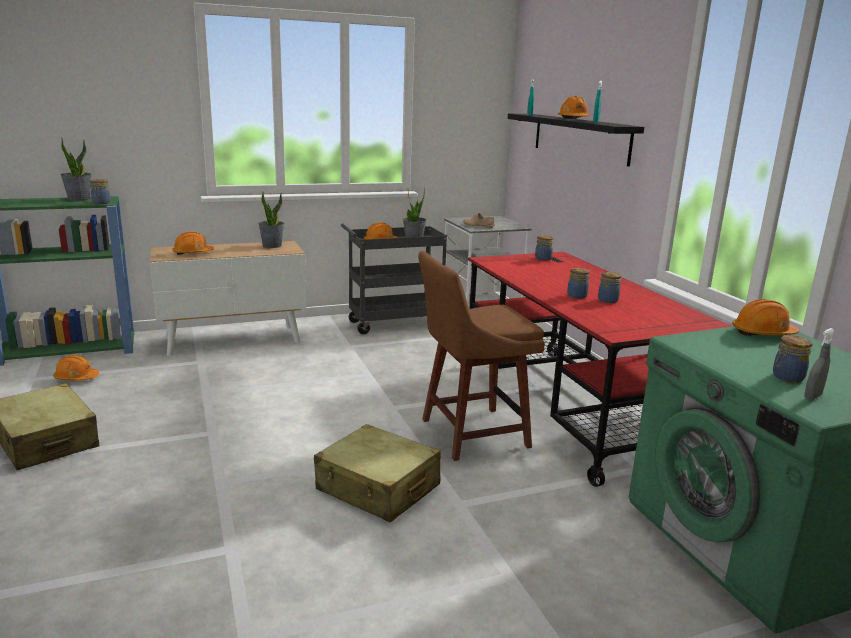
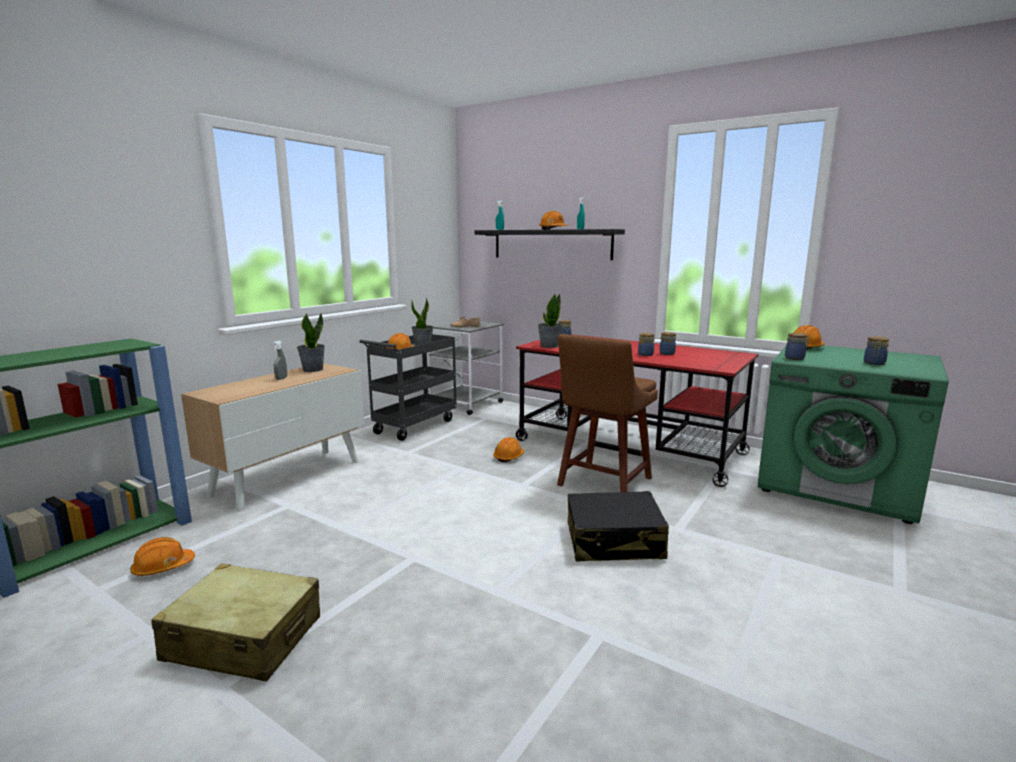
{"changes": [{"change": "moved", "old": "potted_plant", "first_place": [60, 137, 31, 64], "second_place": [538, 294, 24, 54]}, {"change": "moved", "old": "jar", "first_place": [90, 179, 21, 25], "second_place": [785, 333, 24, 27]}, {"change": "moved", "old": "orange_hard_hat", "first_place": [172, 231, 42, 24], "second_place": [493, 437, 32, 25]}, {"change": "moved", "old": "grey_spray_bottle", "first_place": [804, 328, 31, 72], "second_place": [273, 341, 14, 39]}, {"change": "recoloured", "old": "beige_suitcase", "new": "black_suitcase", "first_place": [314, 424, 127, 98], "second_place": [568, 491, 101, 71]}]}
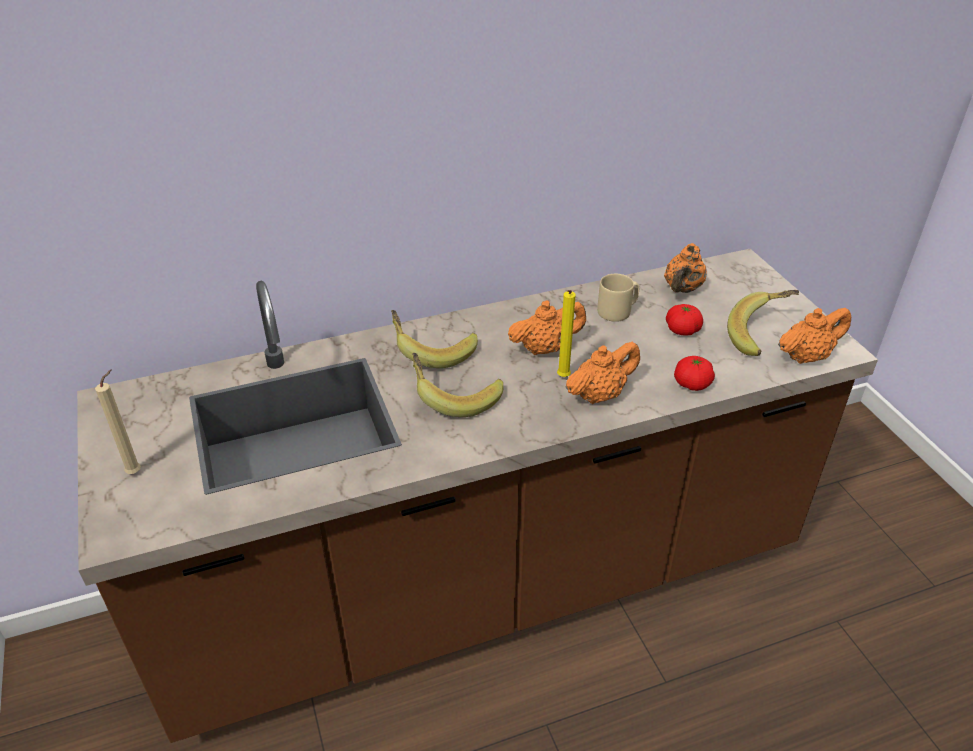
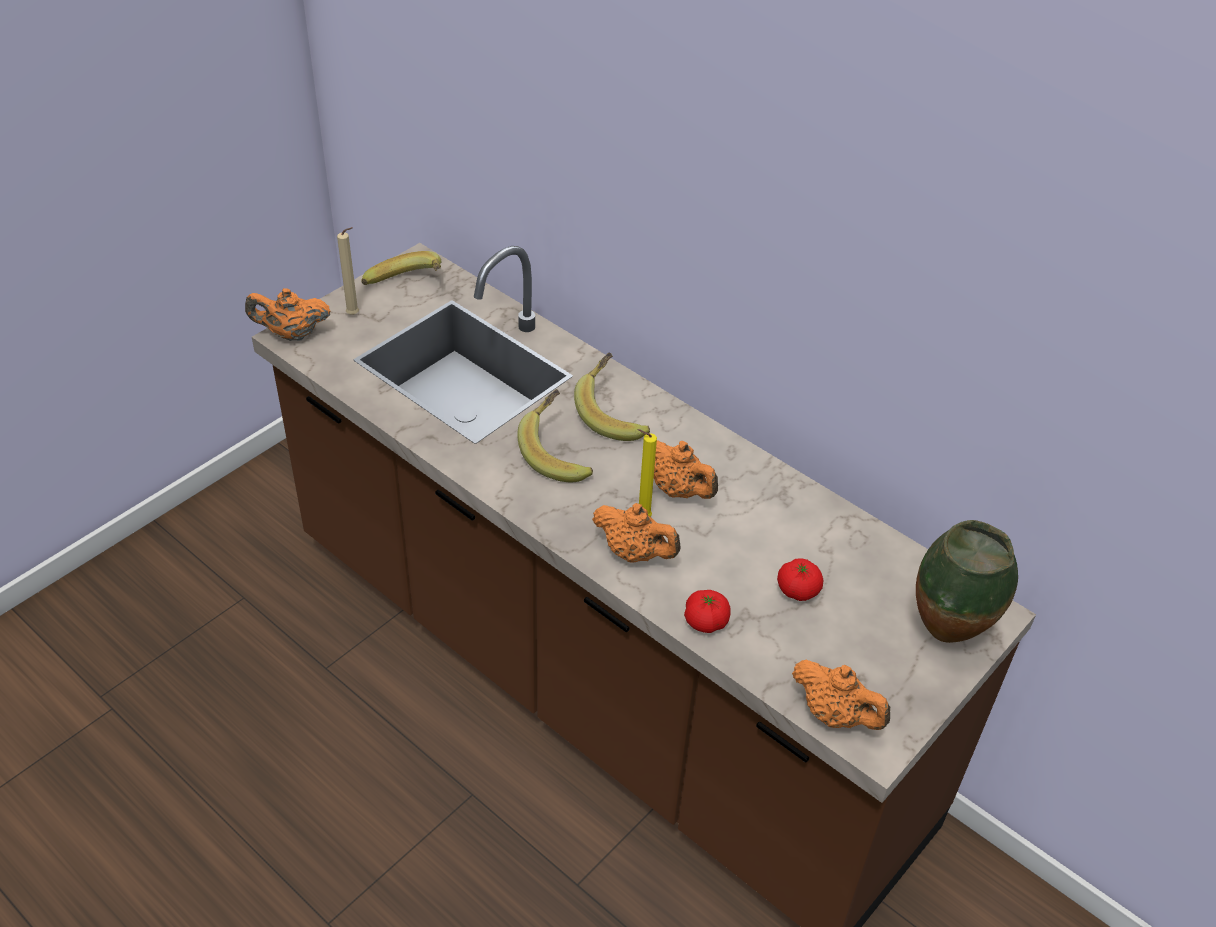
{"changes": [{"change": "removed", "old": "beige_mug", "first_place": [597, 274, 42, 48]}, {"change": "added", "new": "vase", "second_place": [916, 520, 102, 123]}, {"change": "moved", "old": "orange_teapot", "first_place": [664, 243, 43, 50], "second_place": [245, 288, 85, 53]}, {"change": "moved", "old": "banana", "first_place": [727, 290, 72, 66], "second_place": [361, 251, 81, 34]}]}
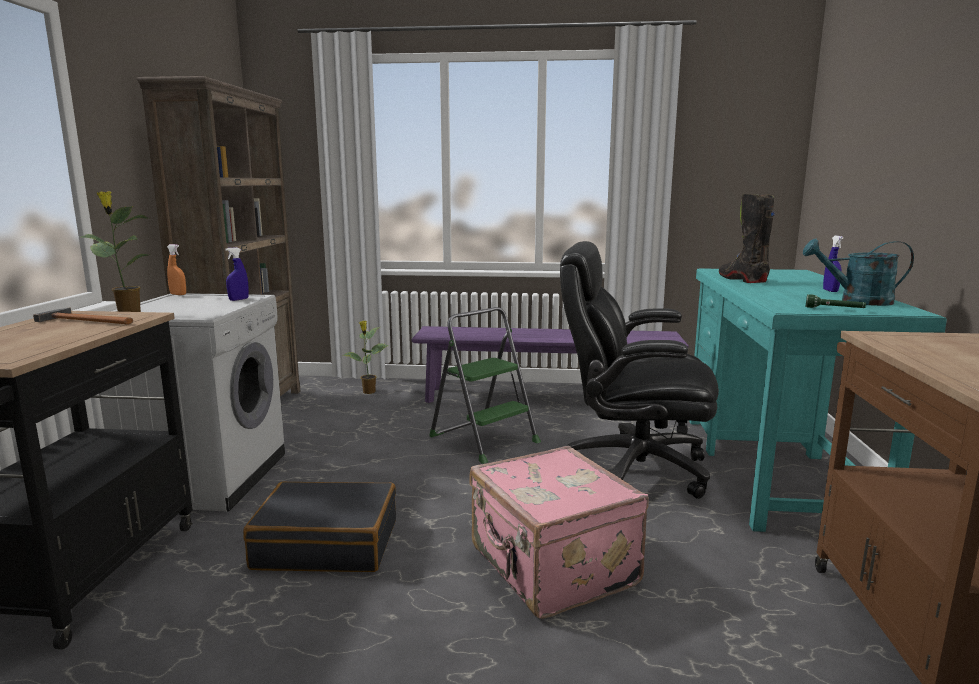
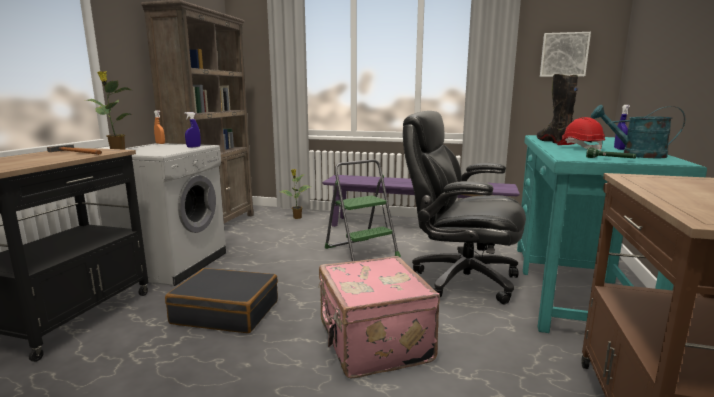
{"changes": [{"change": "added", "new": "picture", "second_place": [540, 32, 51, 45]}, {"change": "added", "new": "red_hard_hat", "second_place": [557, 117, 48, 34]}]}
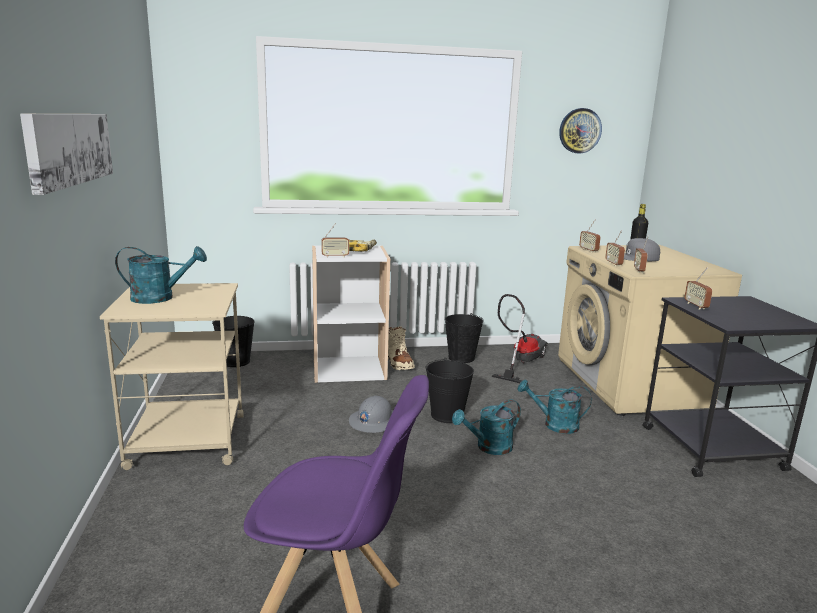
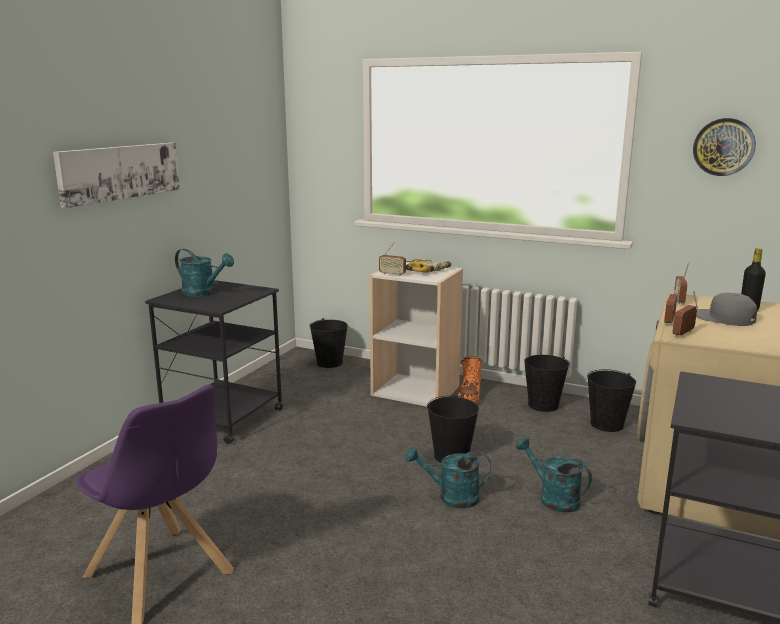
{"changes": [{"change": "removed", "old": "grey_hard_hat", "first_place": [349, 396, 44, 37]}, {"change": "removed", "old": "radio", "first_place": [685, 268, 27, 41]}, {"change": "replaced", "old": "vacuum_cleaner", "new": "black_bucket", "first_place": [491, 294, 57, 89], "second_place": [587, 369, 49, 63]}, {"change": "recoloured", "old": "beige_cart", "new": "black_cart", "first_place": [100, 283, 144, 187], "second_place": [145, 280, 138, 164]}, {"change": "recoloured", "old": "beige_boot", "new": "orange_boot", "first_place": [388, 326, 27, 44], "second_place": [458, 356, 25, 47]}]}
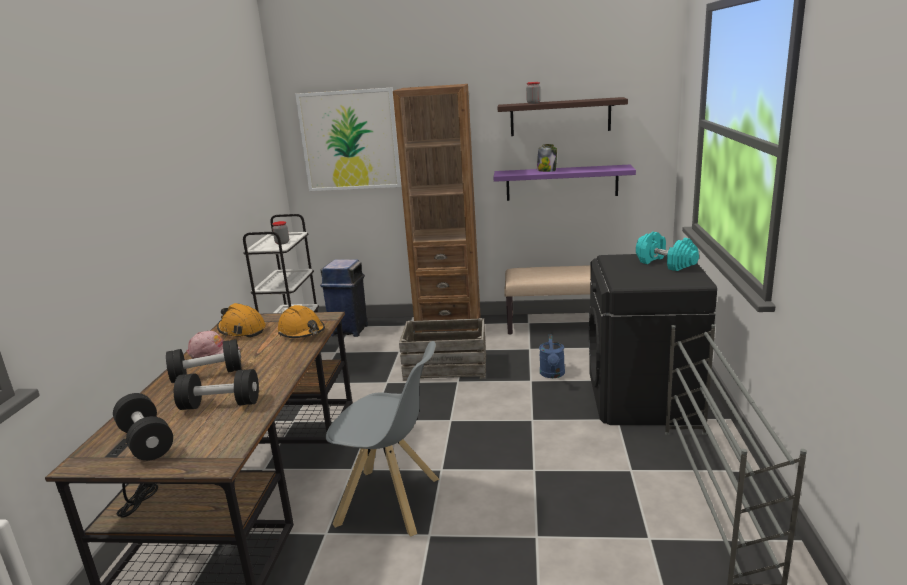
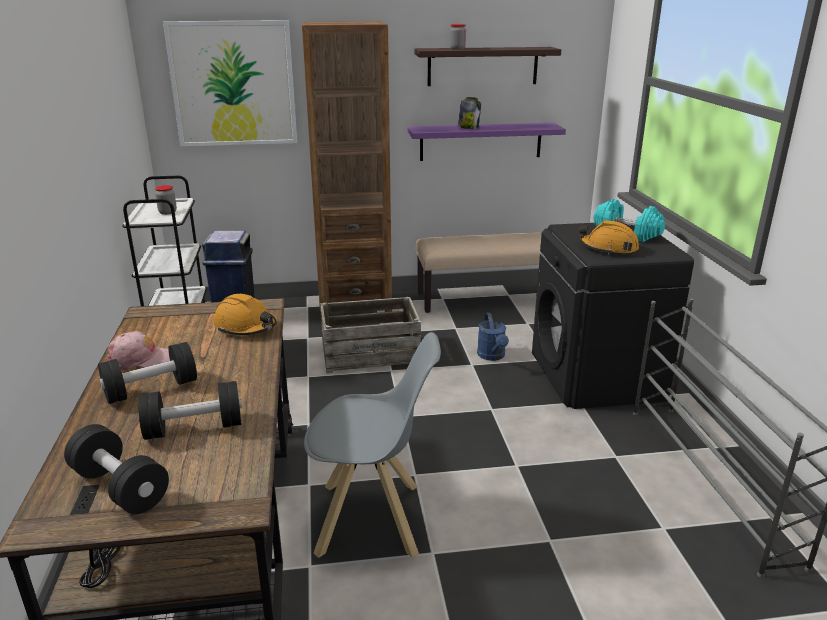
{"changes": [{"change": "moved", "old": "orange_hard_hat", "first_place": [217, 303, 49, 35], "second_place": [579, 220, 60, 35]}]}
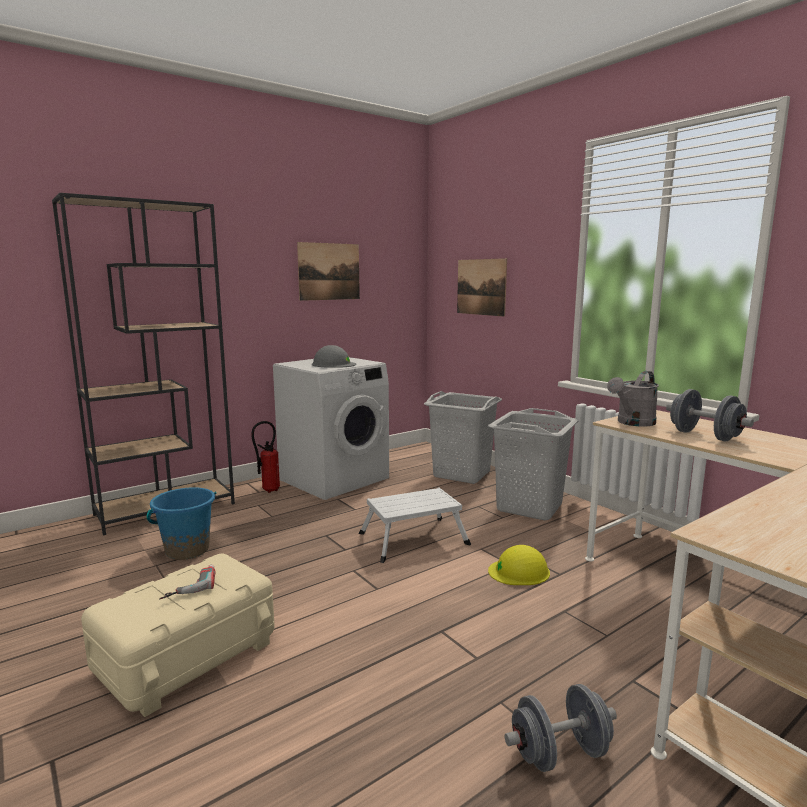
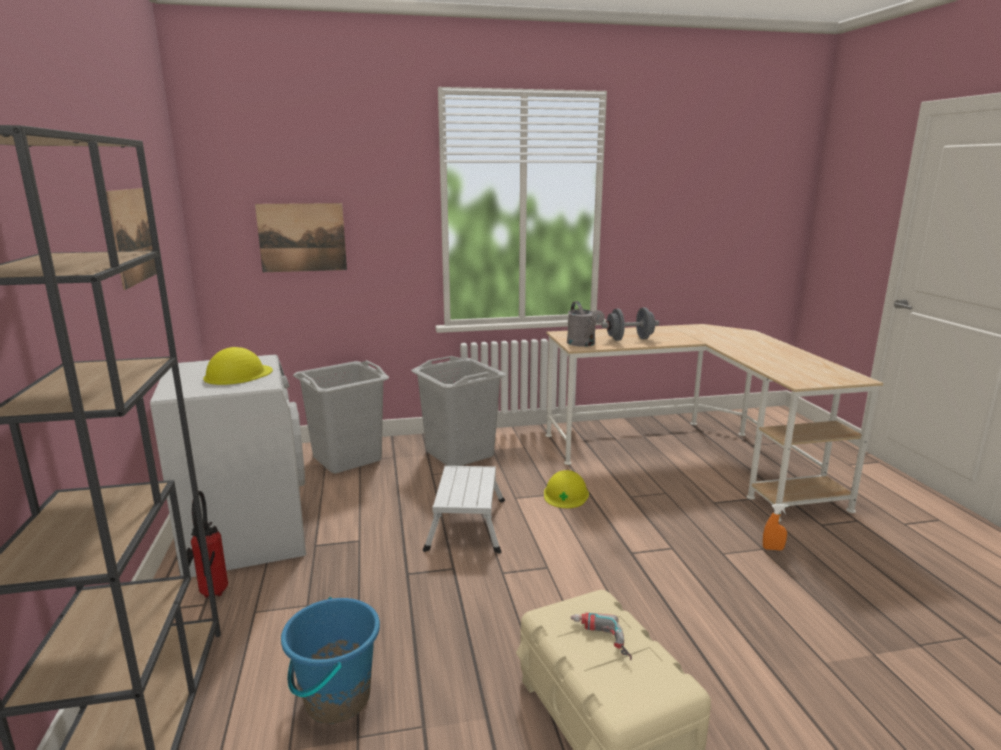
{"changes": [{"change": "replaced", "old": "grey_dumbbell", "new": "orange_spray_bottle", "first_place": [505, 684, 112, 88], "second_place": [763, 504, 26, 46]}, {"change": "recoloured", "old": "grey_hard_hat", "new": "yellow_hard_hat", "first_place": [312, 345, 44, 23], "second_place": [204, 347, 69, 38]}]}
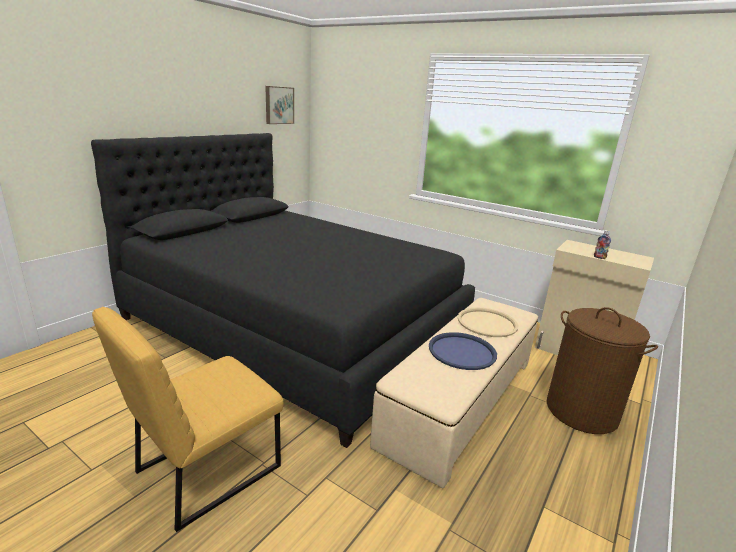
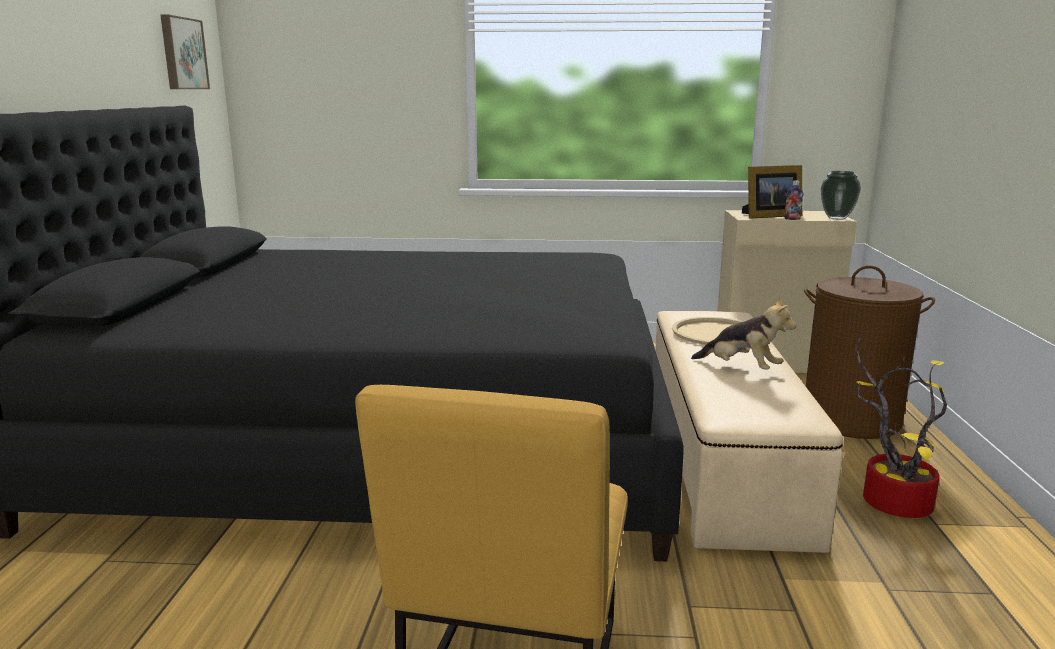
{"changes": [{"change": "added", "new": "picture_frame", "second_place": [742, 165, 60, 54]}, {"change": "added", "new": "vase", "second_place": [821, 171, 40, 49]}, {"change": "added", "new": "potted_plant", "second_place": [856, 333, 91, 185]}, {"change": "replaced", "old": "blue_tray", "new": "plush_toy", "first_place": [429, 332, 68, 38], "second_place": [691, 297, 105, 73]}]}
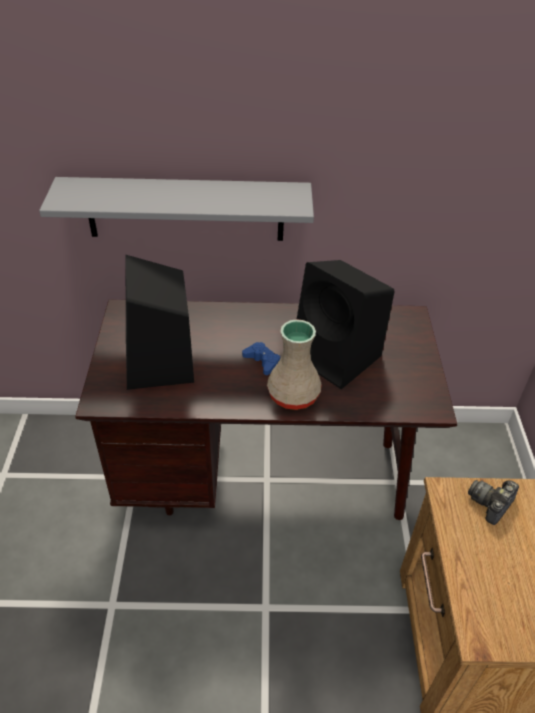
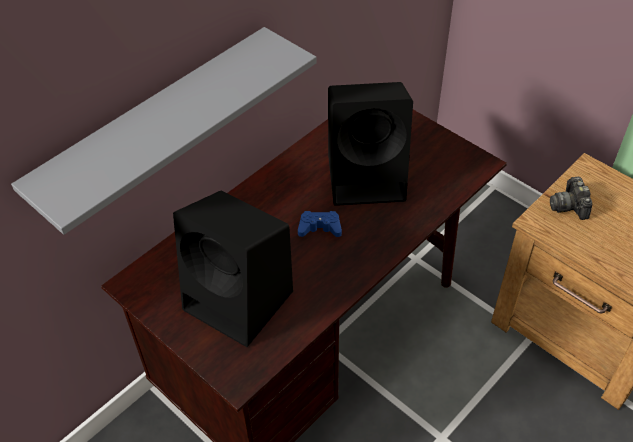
{"changes": [{"change": "removed", "old": "beige_vase", "first_place": [267, 319, 55, 91]}]}
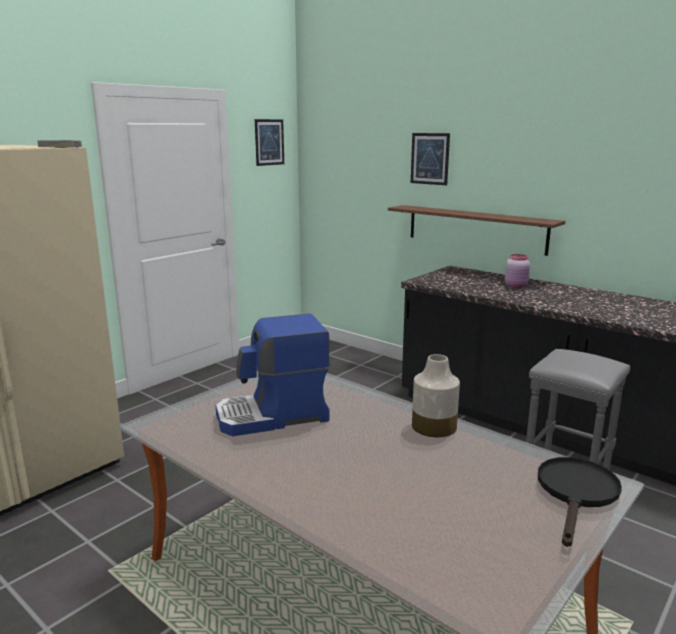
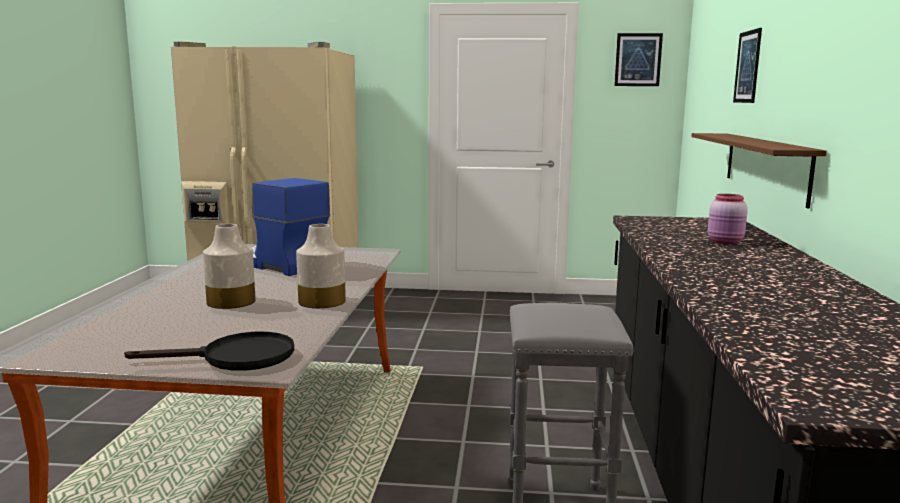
{"changes": [{"change": "added", "new": "beige_vase", "second_place": [203, 224, 53, 85]}]}
